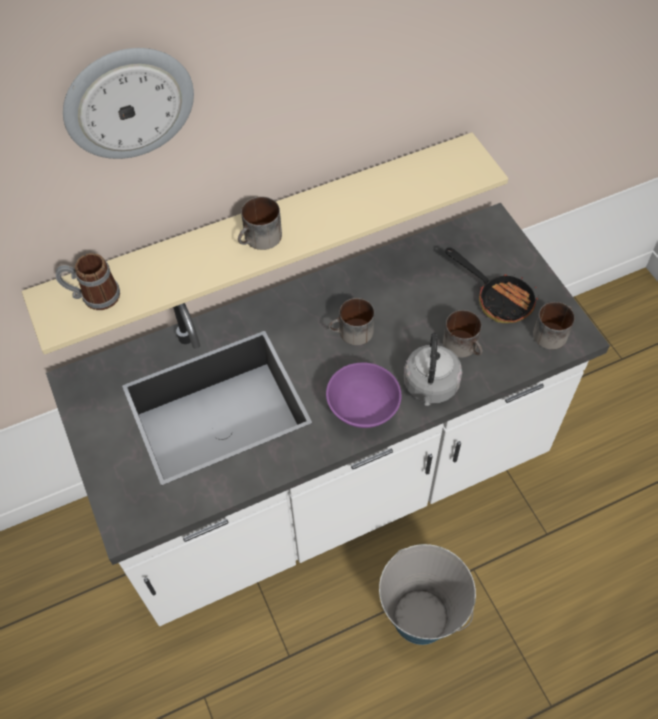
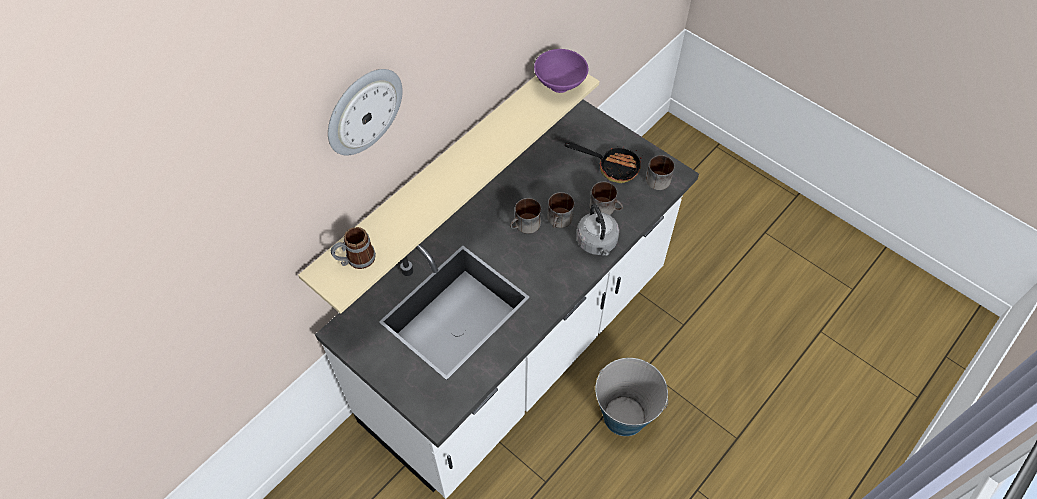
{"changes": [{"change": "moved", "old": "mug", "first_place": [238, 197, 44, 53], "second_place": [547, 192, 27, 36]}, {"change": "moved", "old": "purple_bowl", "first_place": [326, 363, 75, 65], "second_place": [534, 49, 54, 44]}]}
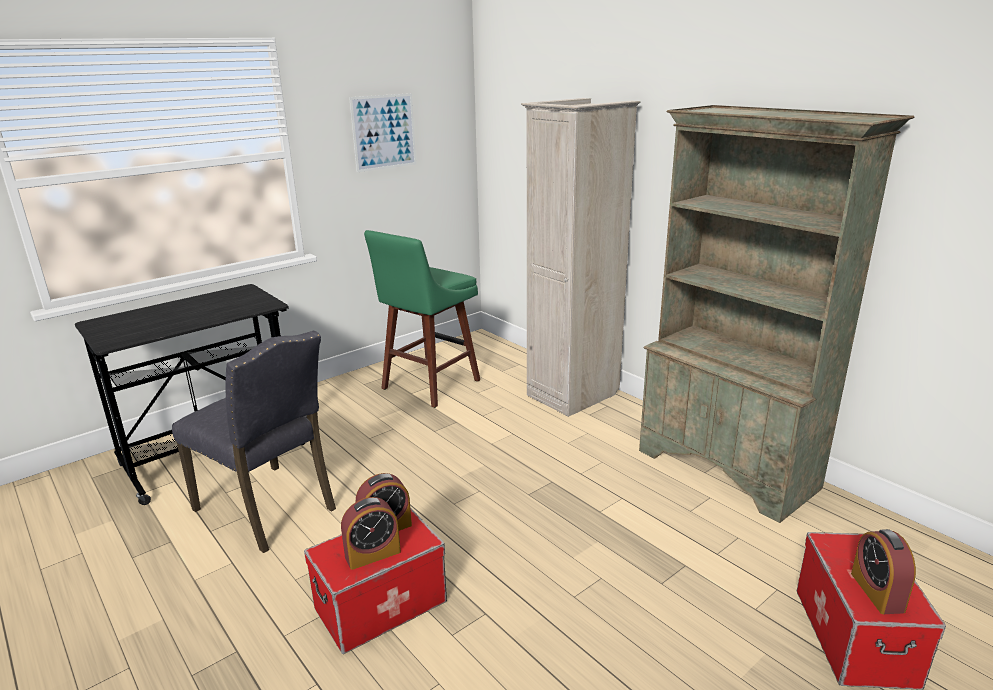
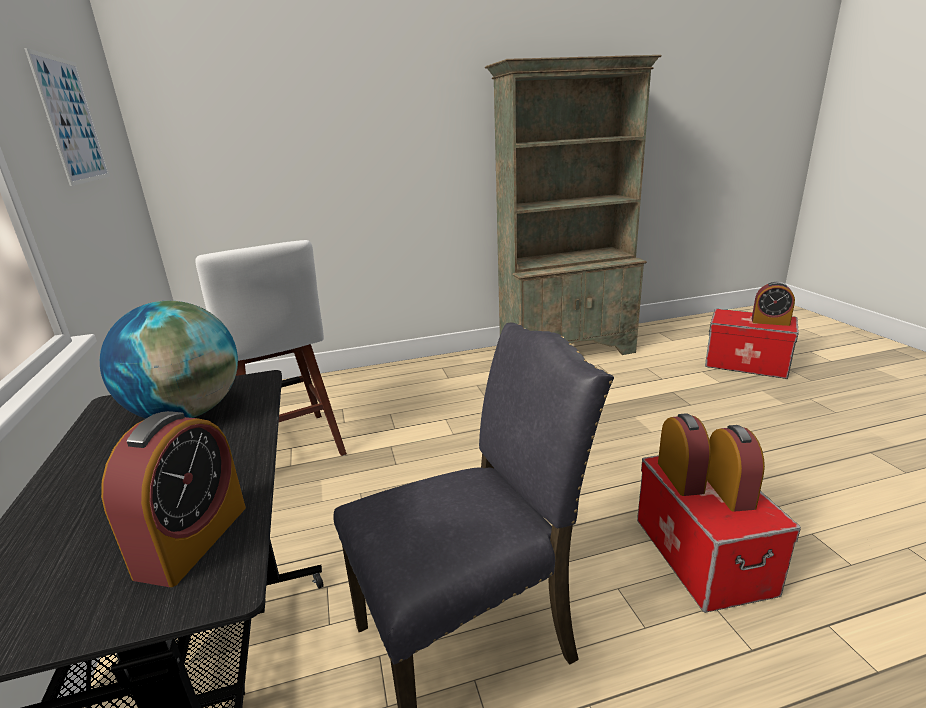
{"changes": [{"change": "removed", "old": "beige_cabinet", "first_place": [521, 98, 120, 319]}, {"change": "added", "new": "globe", "second_place": [100, 301, 138, 118]}, {"change": "added", "new": "alarm_clock", "second_place": [101, 411, 145, 176]}, {"change": "recoloured", "old": "green_stool", "new": "white_stool", "first_place": [364, 230, 116, 178], "second_place": [195, 240, 152, 216]}]}
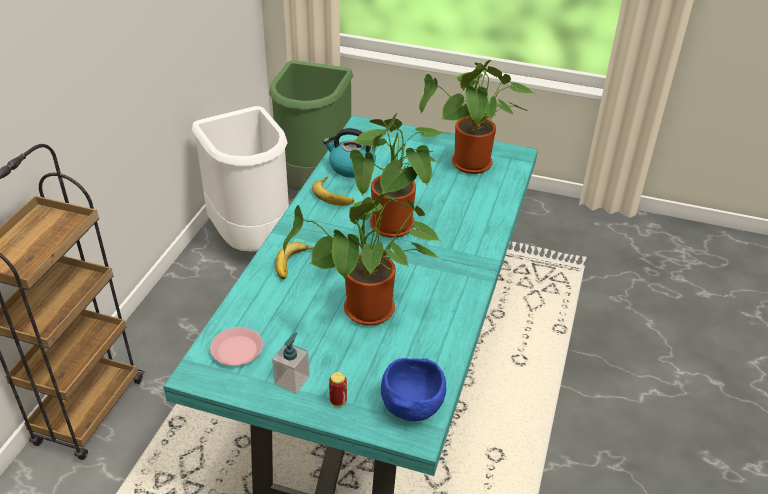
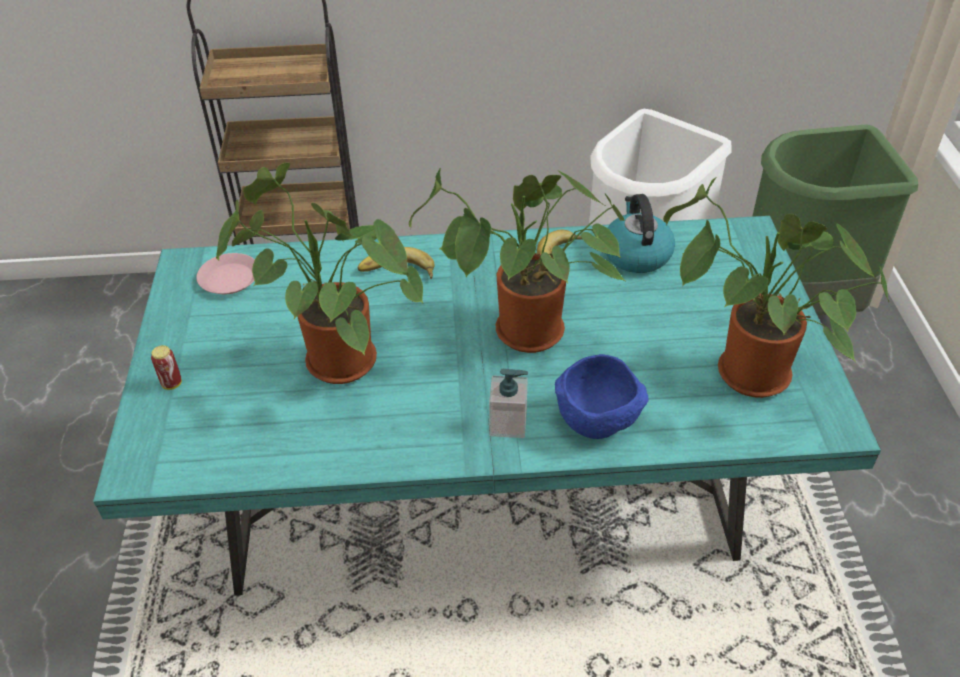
{"changes": [{"change": "moved", "old": "soap_dispenser", "first_place": [272, 332, 38, 62], "second_place": [489, 369, 39, 69]}, {"change": "moved", "old": "blue_bowl", "first_place": [381, 358, 65, 63], "second_place": [555, 354, 93, 85]}]}
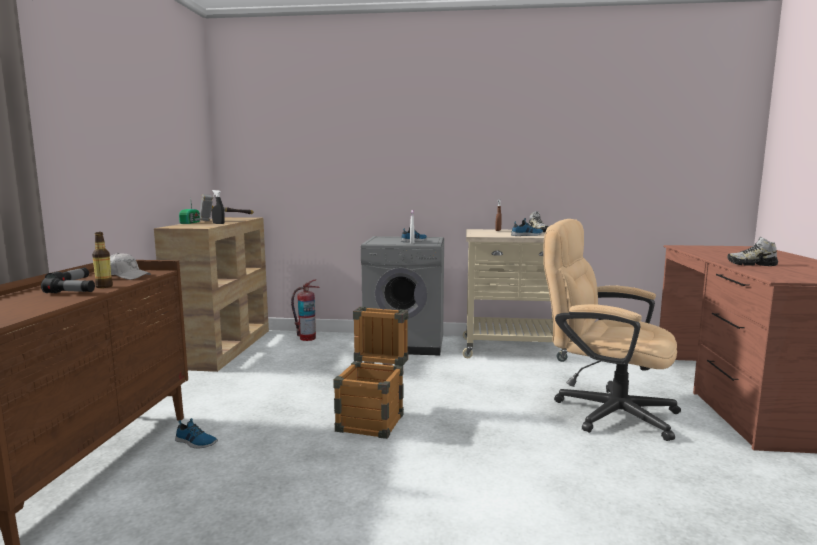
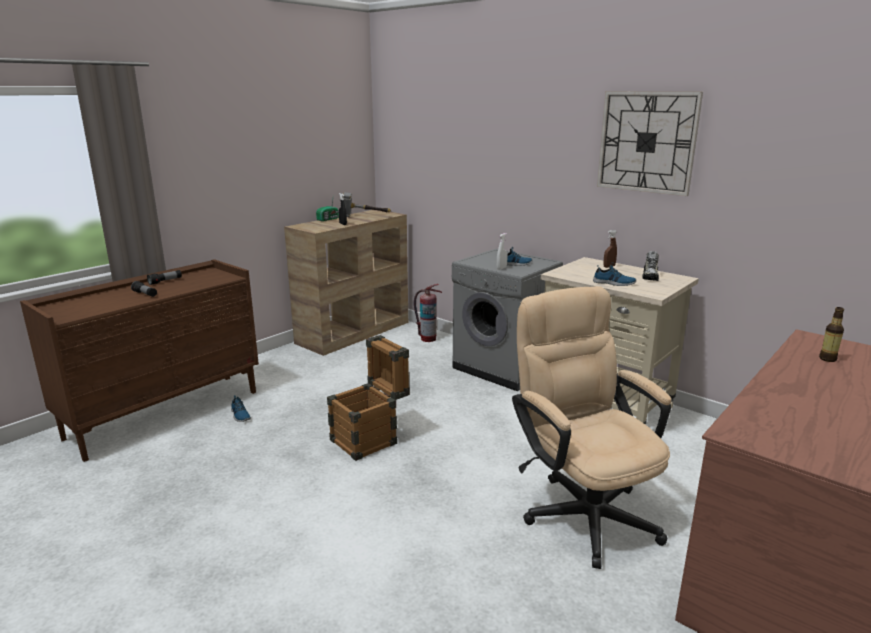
{"changes": [{"change": "removed", "old": "white_cap", "first_place": [110, 253, 41, 27]}, {"change": "removed", "old": "shoe", "first_place": [727, 237, 51, 29]}, {"change": "added", "new": "wall_clock", "second_place": [597, 91, 106, 105]}, {"change": "moved", "old": "bottle", "first_place": [92, 232, 21, 56], "second_place": [819, 307, 25, 55]}]}
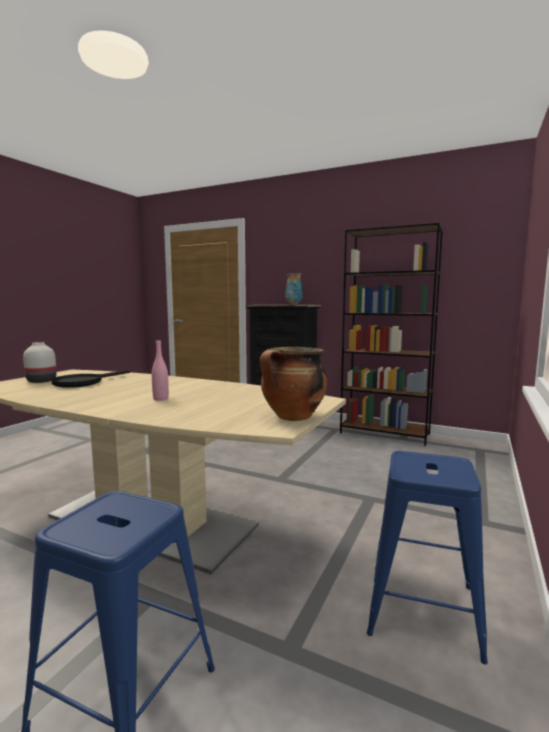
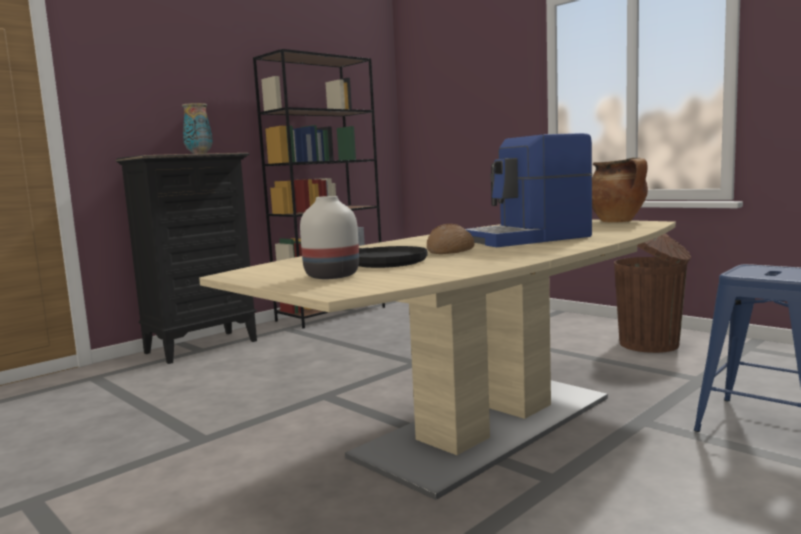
{"changes": [{"change": "added", "new": "bread", "second_place": [427, 224, 48, 30]}, {"change": "replaced", "old": "pink_bottle", "new": "coffee_machine", "first_place": [152, 339, 17, 62], "second_place": [465, 133, 128, 114]}, {"change": "replaced", "old": "blue_stool", "new": "brown_trash_can", "first_place": [367, 451, 121, 213], "second_place": [614, 233, 77, 120]}]}
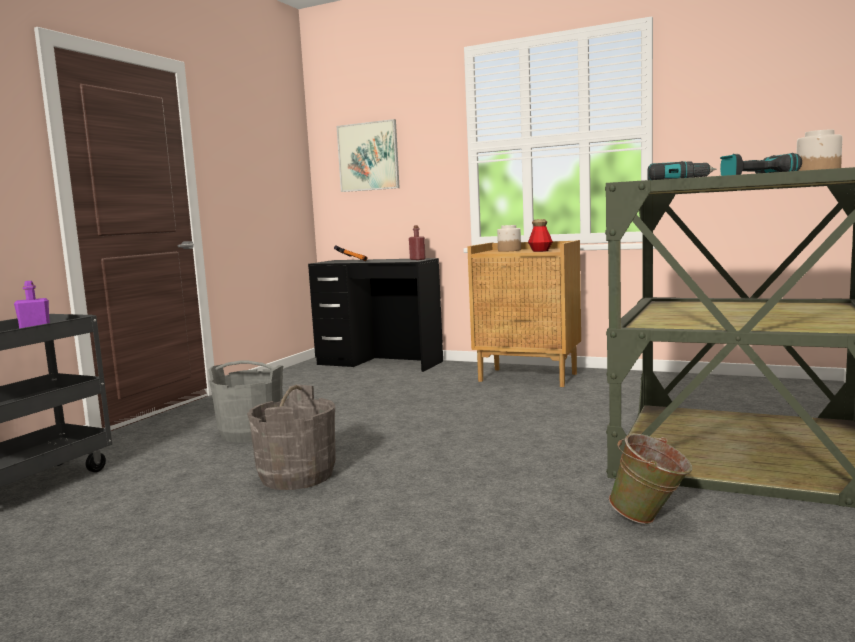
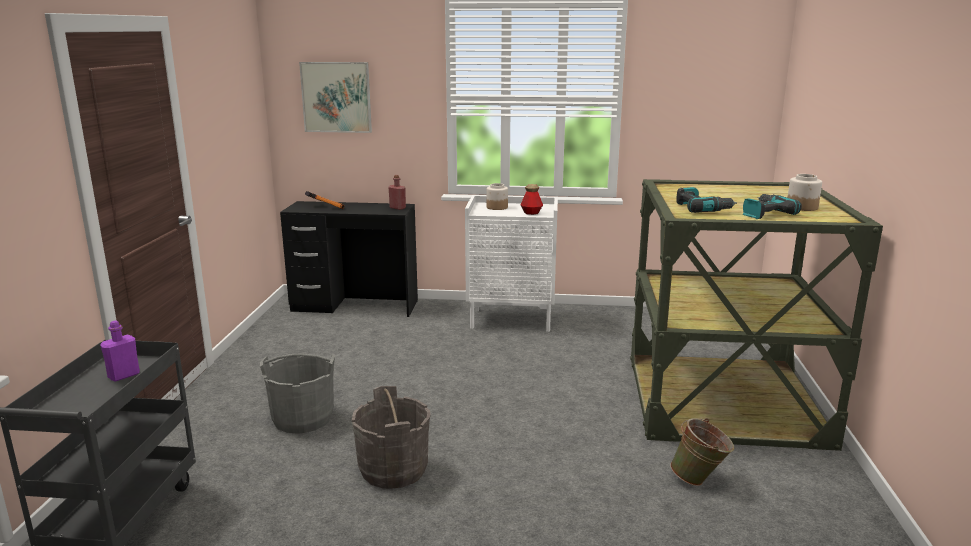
{"changes": [{"change": "recoloured", "old": "brown_cabinet", "new": "white_cabinet", "first_place": [467, 240, 114, 147], "second_place": [465, 195, 93, 137]}]}
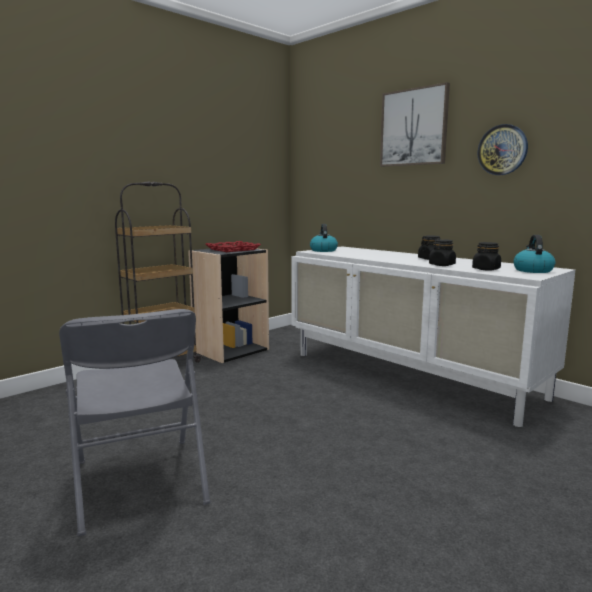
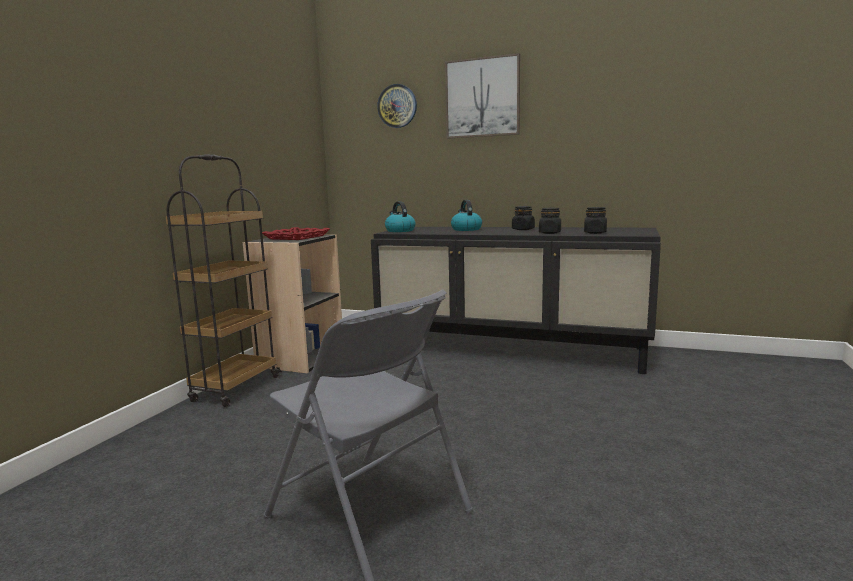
{"changes": [{"change": "moved", "old": "wall_clock", "first_place": [478, 124, 50, 51], "second_place": [377, 84, 40, 44]}, {"change": "moved", "old": "kettle", "first_place": [513, 235, 43, 38], "second_place": [451, 200, 31, 31]}, {"change": "recoloured", "old": "white_cabinet", "new": "black_cabinet", "first_place": [292, 247, 283, 180], "second_place": [371, 227, 290, 147]}]}
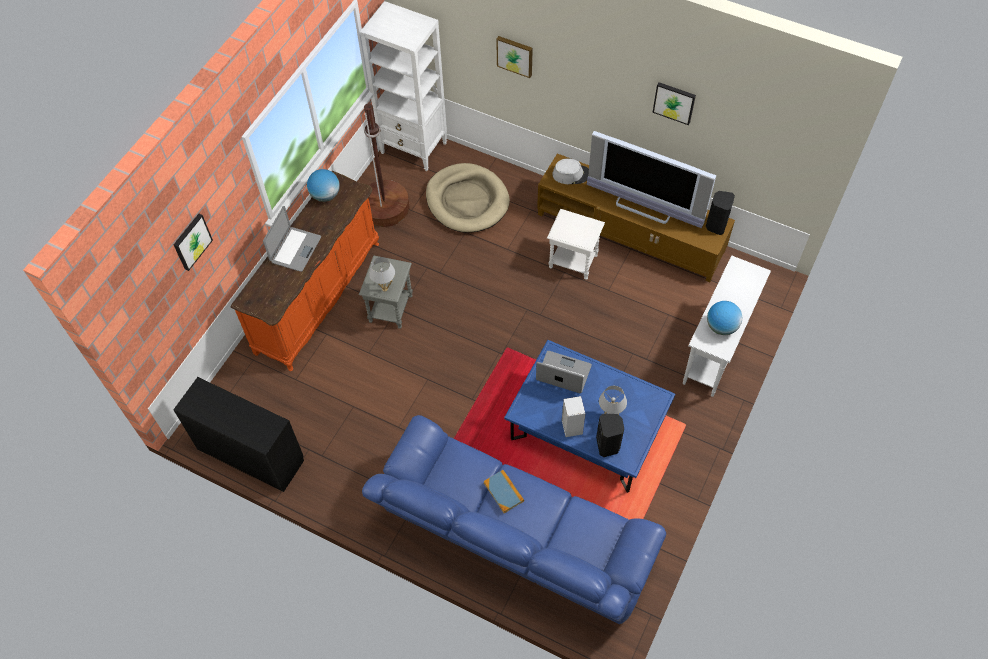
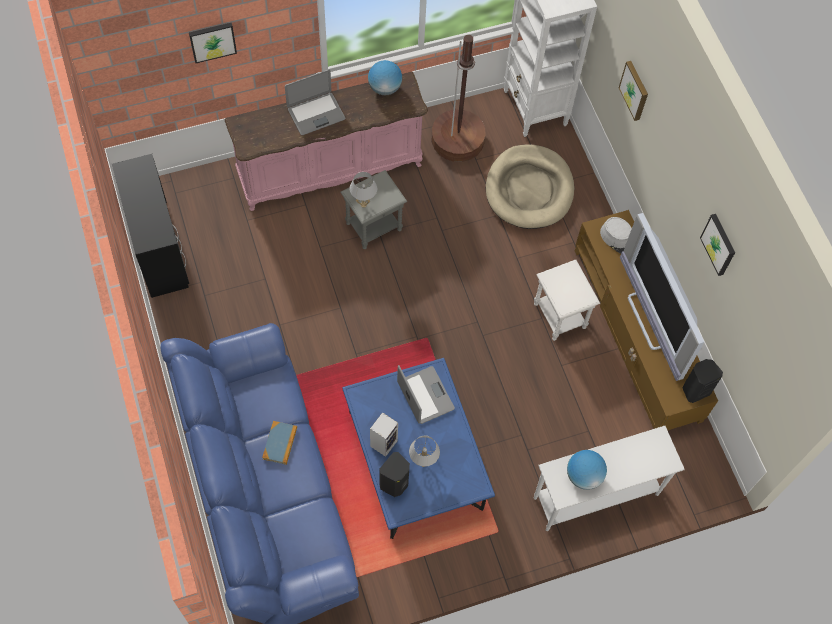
{"changes": [{"change": "recoloured", "old": "orange_cabinet", "new": "pink_cabinet", "first_place": [230, 171, 149, 200], "second_place": [224, 72, 204, 139]}]}
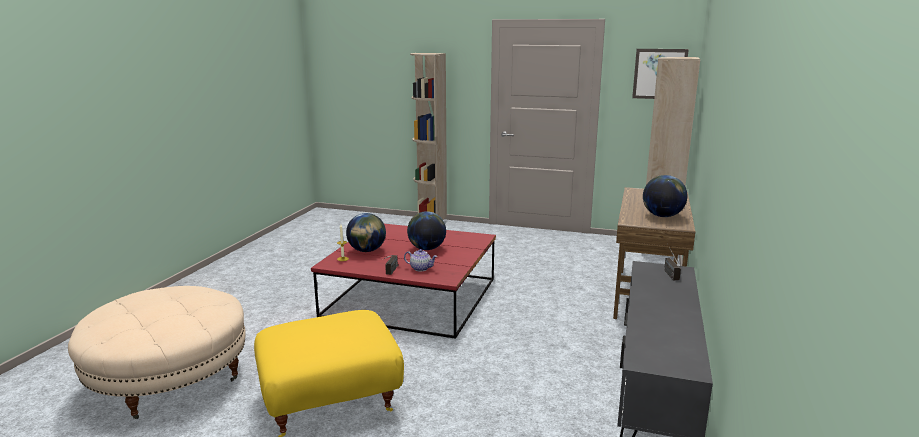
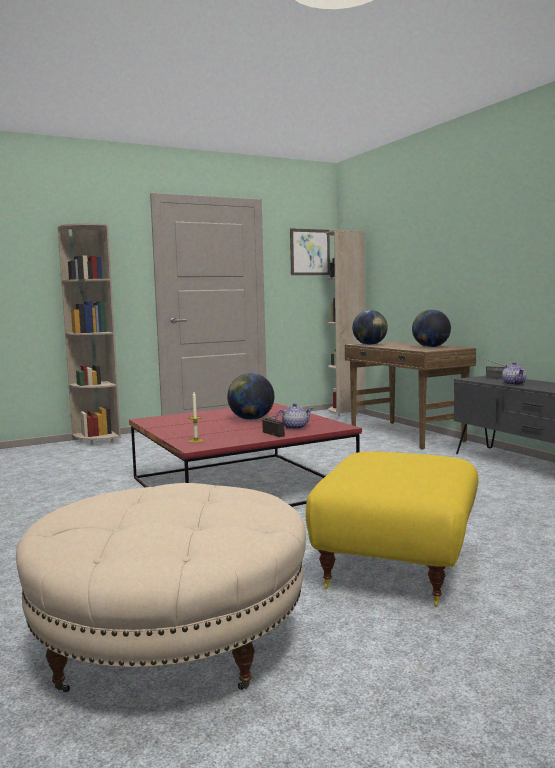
{"changes": [{"change": "added", "new": "teapot", "second_place": [502, 362, 25, 23]}, {"change": "moved", "old": "globe", "first_place": [346, 213, 40, 39], "second_place": [352, 310, 36, 35]}]}
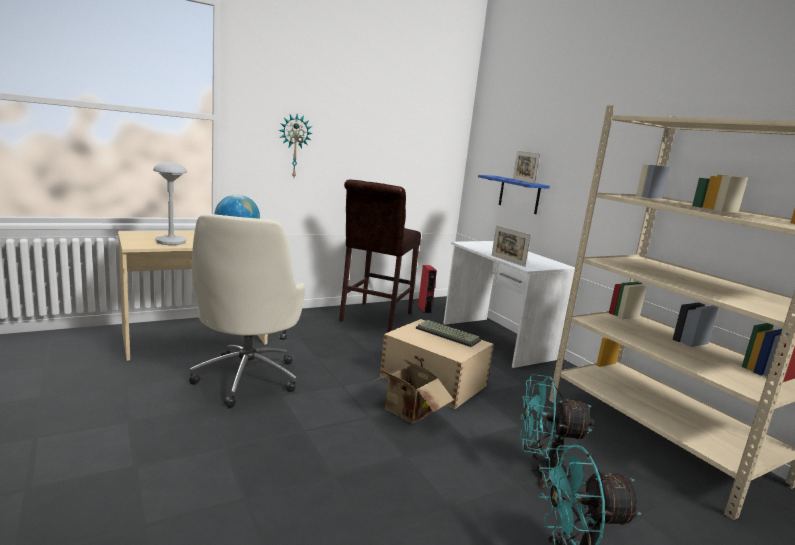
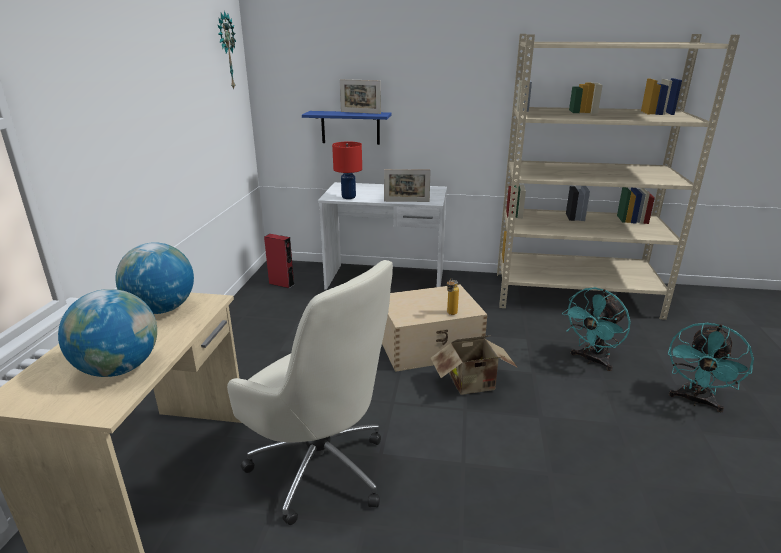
{"changes": [{"change": "removed", "old": "brown_stool", "first_place": [339, 180, 82, 152]}, {"change": "removed", "old": "keyboard", "first_place": [416, 320, 65, 27]}, {"change": "added", "new": "red_table_lamp", "second_place": [332, 141, 30, 58]}, {"change": "added", "new": "bottle", "second_place": [447, 278, 12, 37]}, {"change": "moved", "old": "wall_clock", "first_place": [279, 114, 34, 63], "second_place": [218, 11, 18, 78]}, {"change": "replaced", "old": "grey_table_lamp", "new": "globe", "first_place": [153, 162, 34, 83], "second_place": [58, 289, 99, 88]}]}
